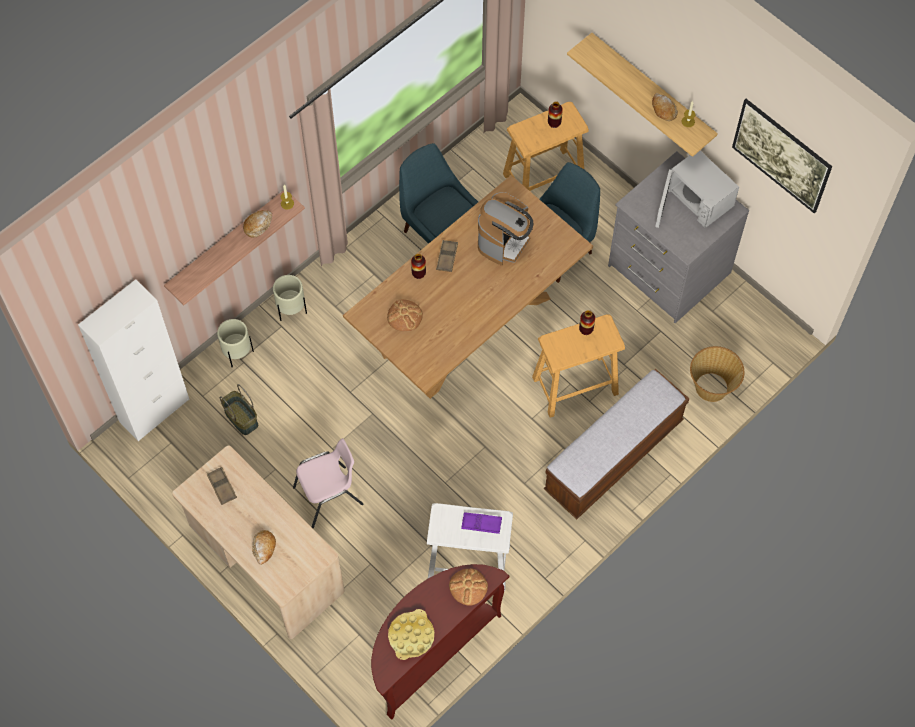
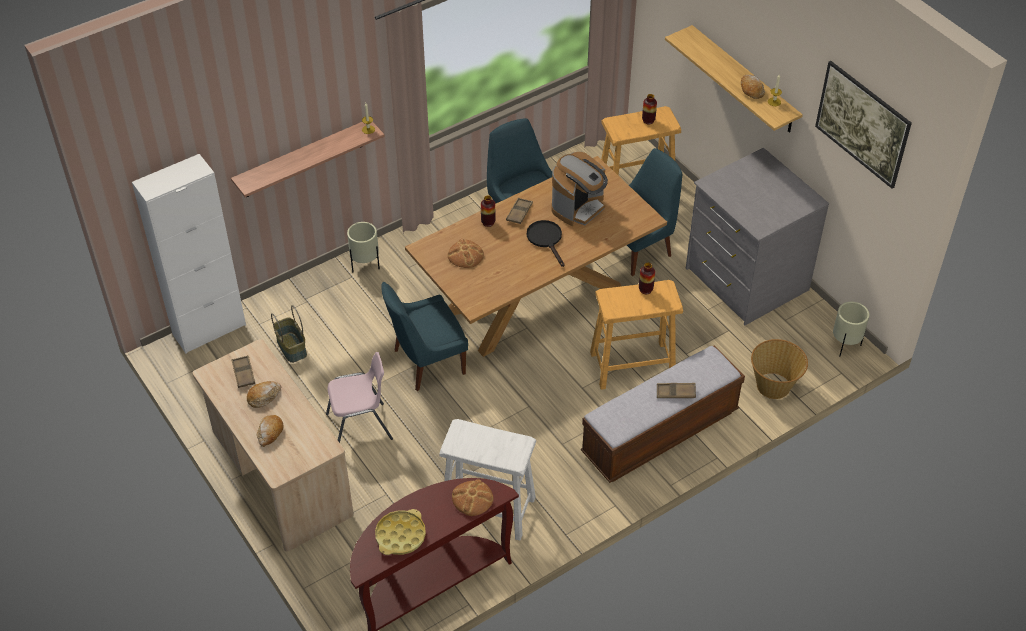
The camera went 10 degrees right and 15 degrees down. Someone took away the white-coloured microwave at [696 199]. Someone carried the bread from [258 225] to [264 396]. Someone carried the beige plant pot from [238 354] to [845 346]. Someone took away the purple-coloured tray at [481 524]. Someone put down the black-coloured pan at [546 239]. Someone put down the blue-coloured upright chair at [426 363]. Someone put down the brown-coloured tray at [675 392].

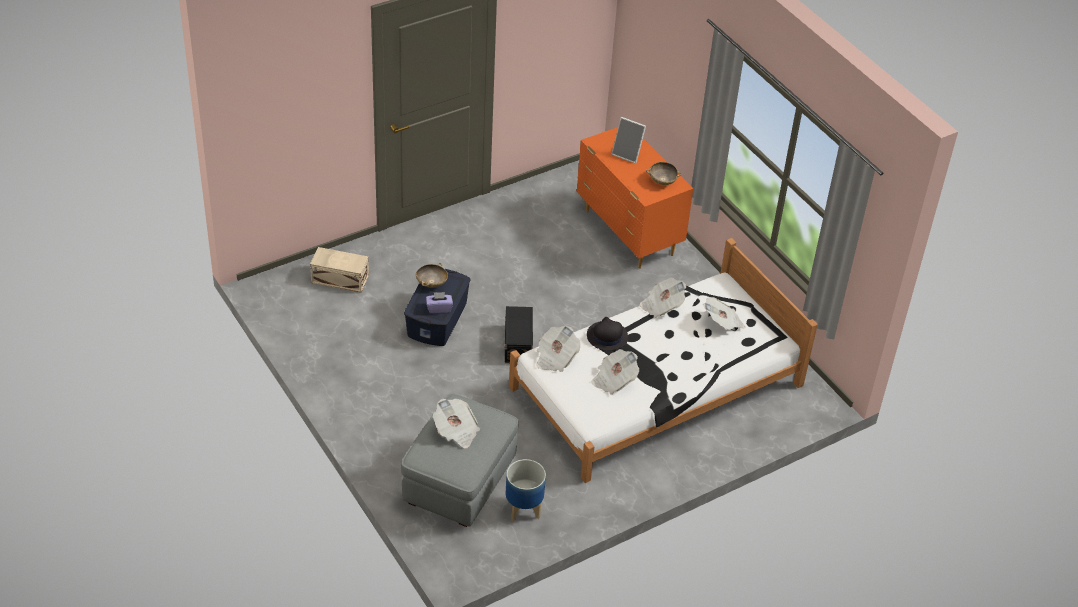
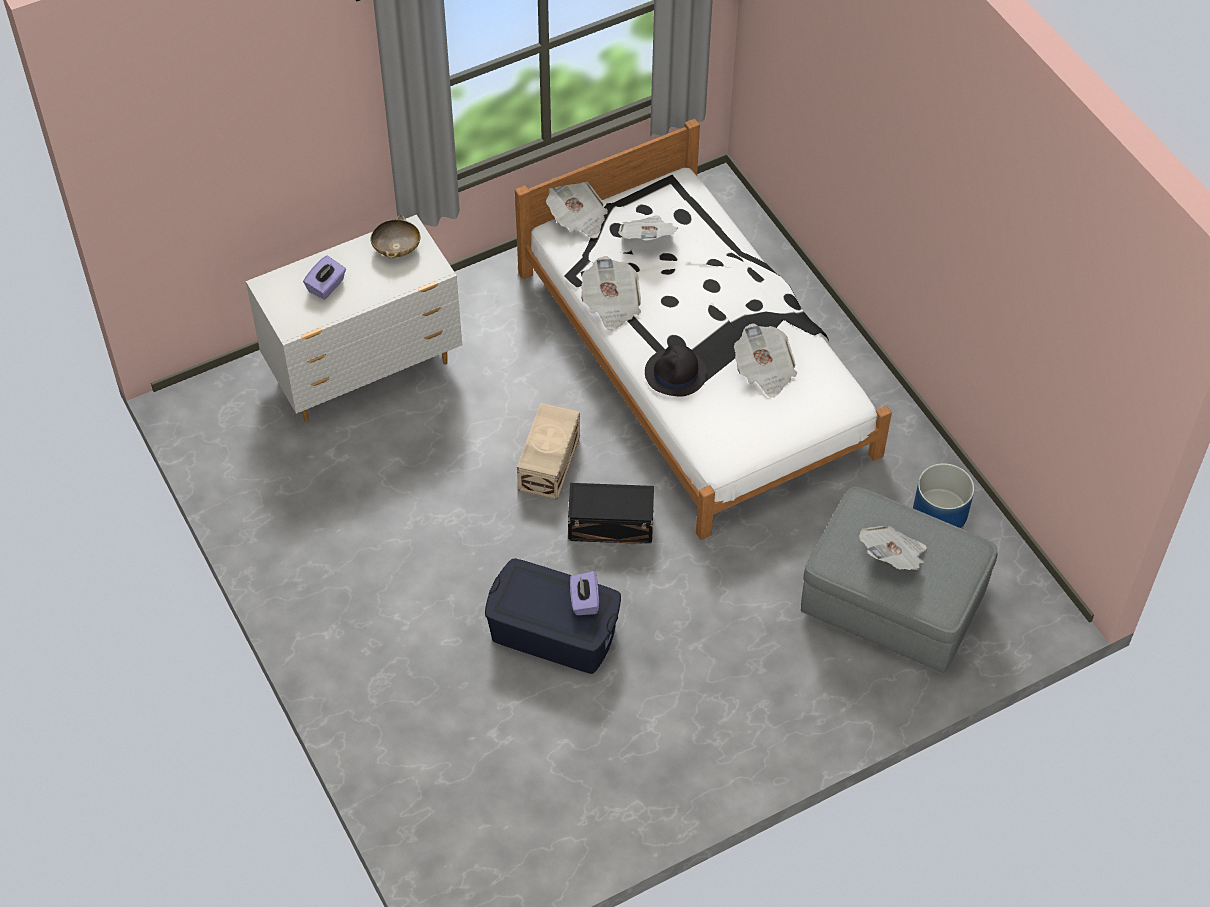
The camera went 85 degrees left and 10 degrees up. Someone swapped the standing frame at [628 154] for the purple-coloured tissue holder at [326 286]. Someone repainted the orange chest of drawers at [628 234], which became the white-coloured chest of drawers at [366 371]. Someone carried the beige storage container from [339 278] to [547 463]. Someone took away the beige serving bowl at [431 283]. Someone carried the daily paper from [555 358] to [577 218].

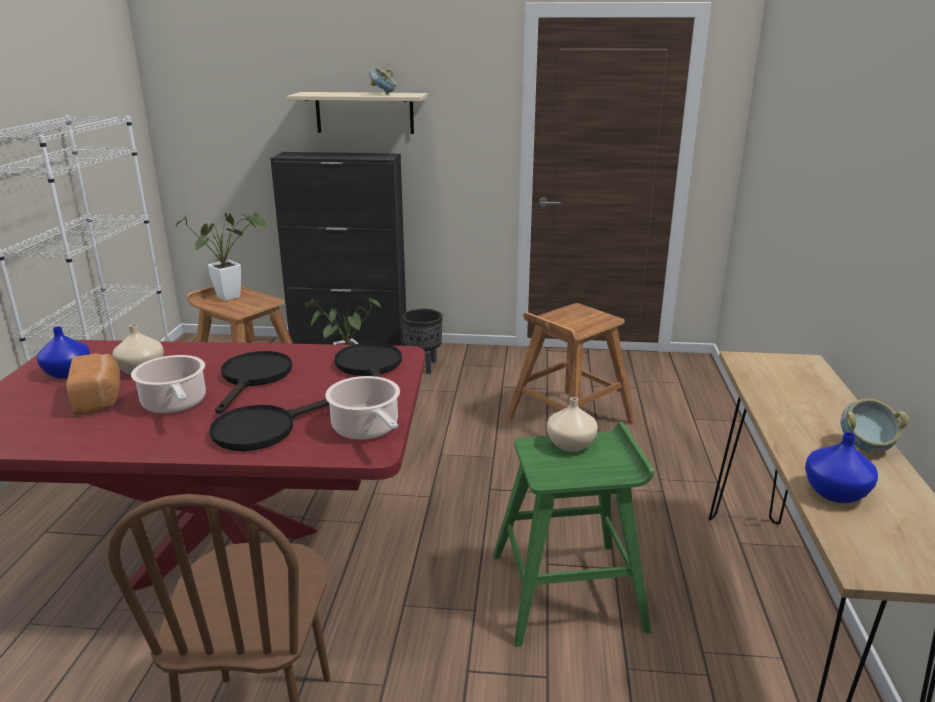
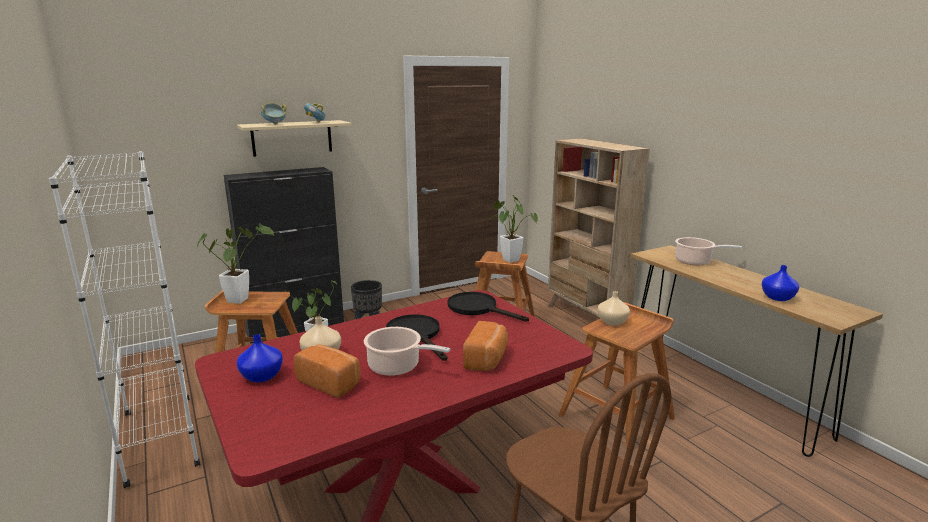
The camera went 35 degrees left and 5 degrees down. Someone carried the saucepot from [367 429] to [695 262]. Someone swapped the black-coloured pan at [264 429] for the bread at [487 359]. Someone carried the serving bowl from [864 448] to [274 124]. Someone repainted the green-coloured stool at [568 591], which became the brown-coloured stool at [617 416]. Someone put down the beige bookshelf at [586 317]. Someone put down the houseplant at [508 259].

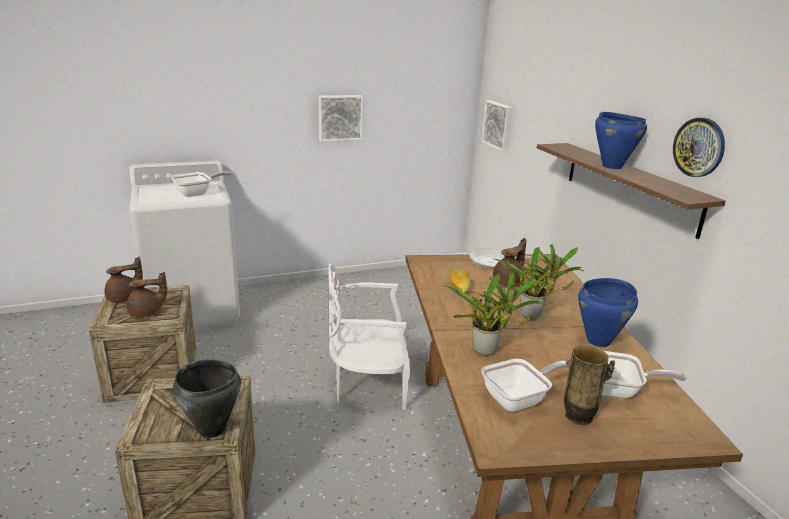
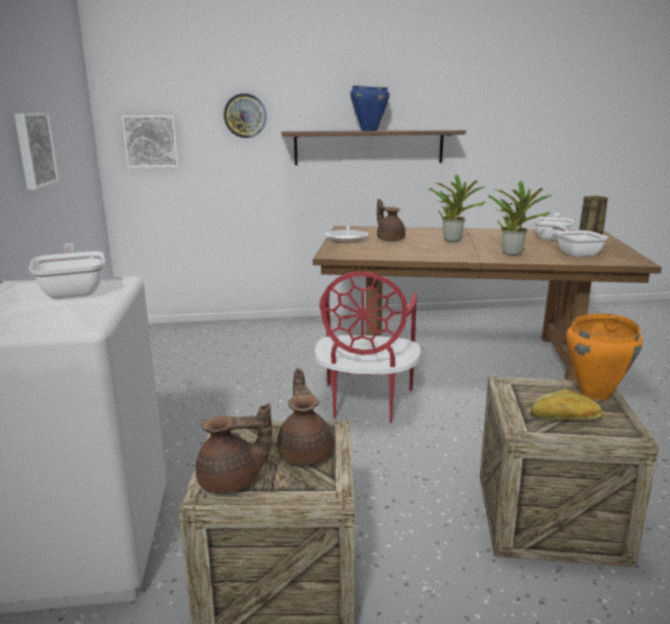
The camera went 75 degrees left and 5 degrees down. Someone carried the wall clock from [699 147] to [245 115]. Someone rotated the brown-coloured tea pot at [124 298] by 105 degrees clockwise. Someone repainted the white-coloured upright chair at [368 385], which became the red upright chair at [365 403]. Someone carried the bread from [458 287] to [565 418]. Someone took away the blue-coloured saucepot at [599 341]. Someone repainted the black-coloured saucepot at [212 430], which became the orange saucepot at [596 393].

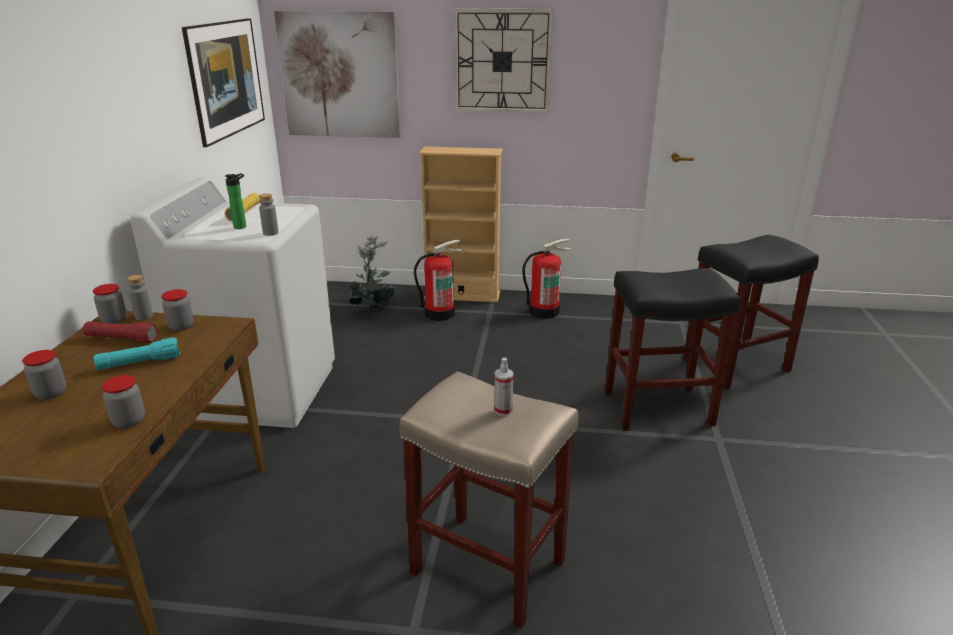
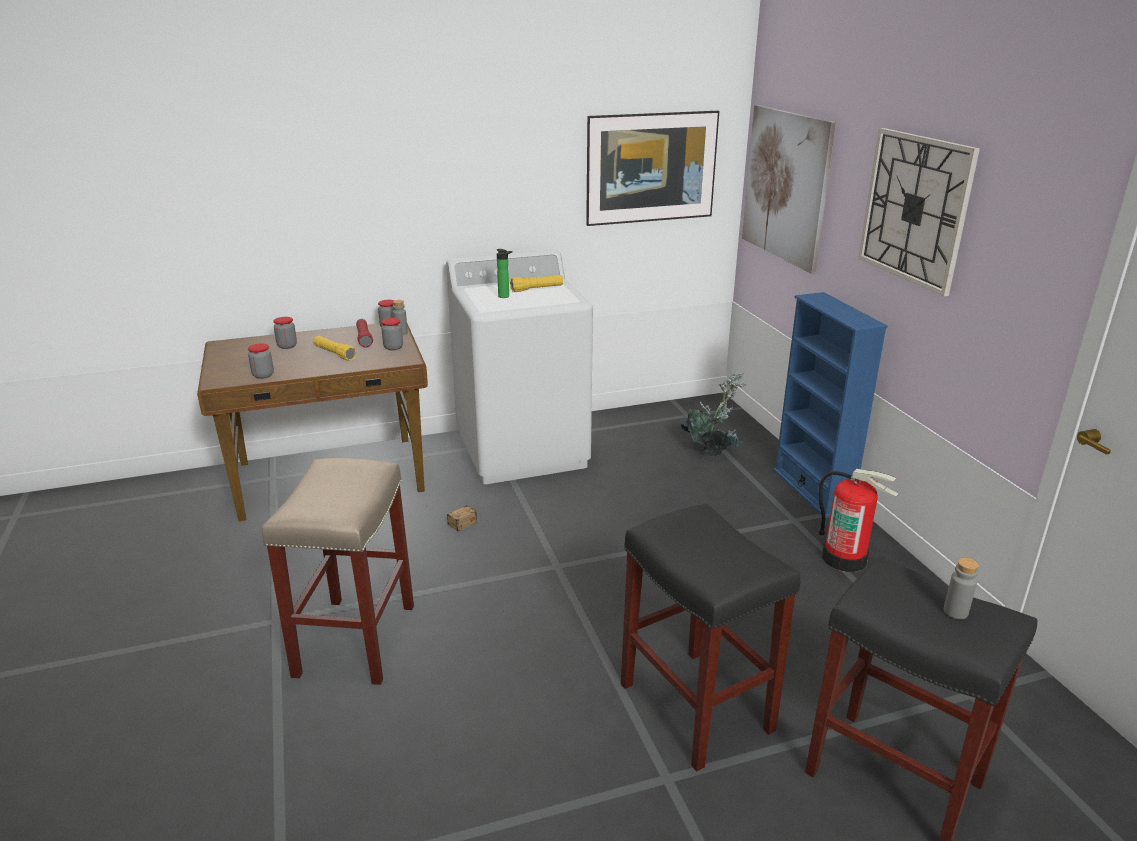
The camera went 65 degrees right and 0 degrees up. Someone repainted the beige bookshelf at [462 295], which became the blue-coloured bookshelf at [812 490]. Someone carried the gray drink bottle from [270 233] to [955 611]. Someone took away the fire extinguisher at [439 313]. Someone repainted the turquoise hand torch at [139 363], which became the yellow hand torch at [334 354]. Someone took away the sprayer at [503 410]. Someone put down the storage container at [449 530].

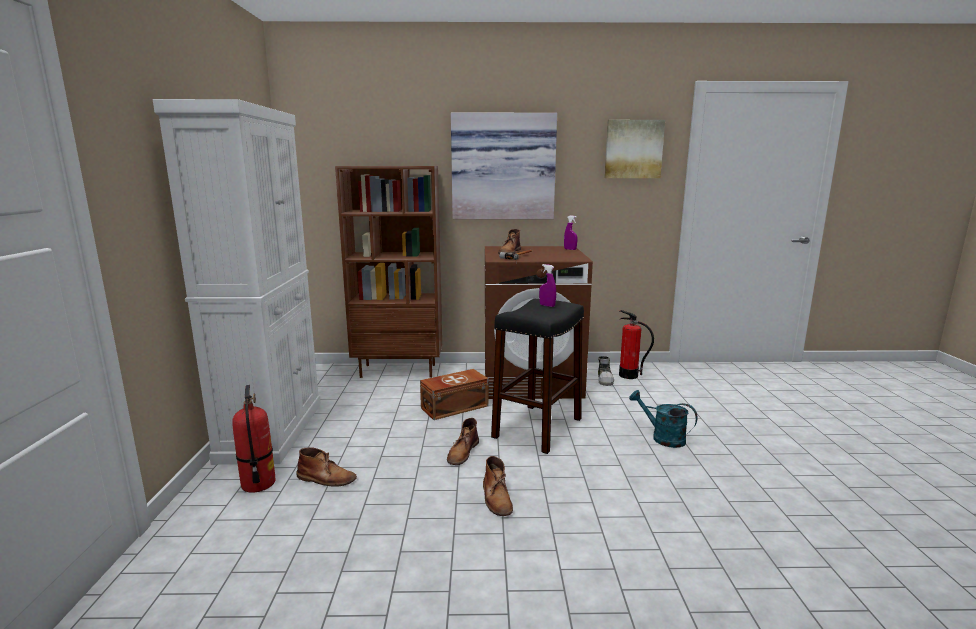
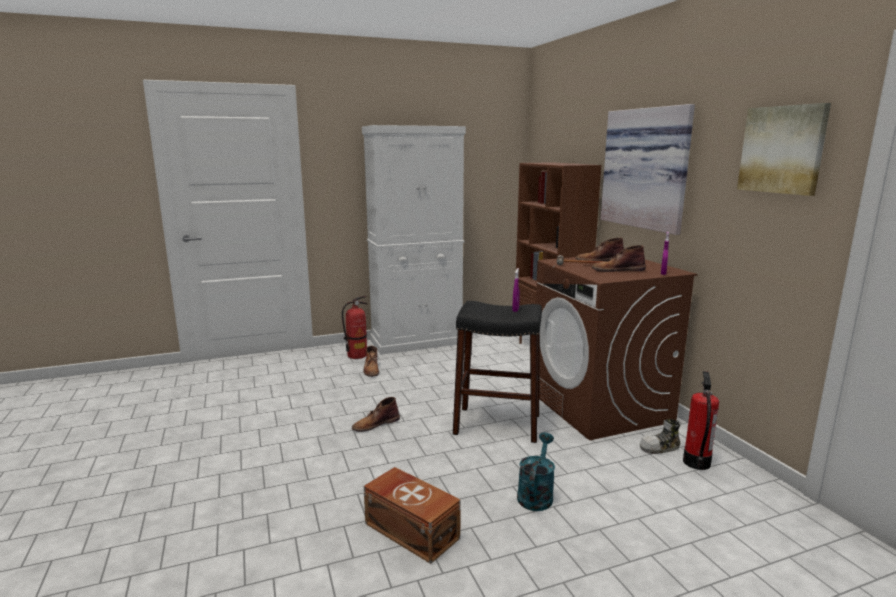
The camera went 70 degrees right and 0 degrees up. Someone carried the brown-coloured storage container from [453 407] to [411 529]. Someone carried the brown-coloured high-top boot from [462 452] to [617 270].

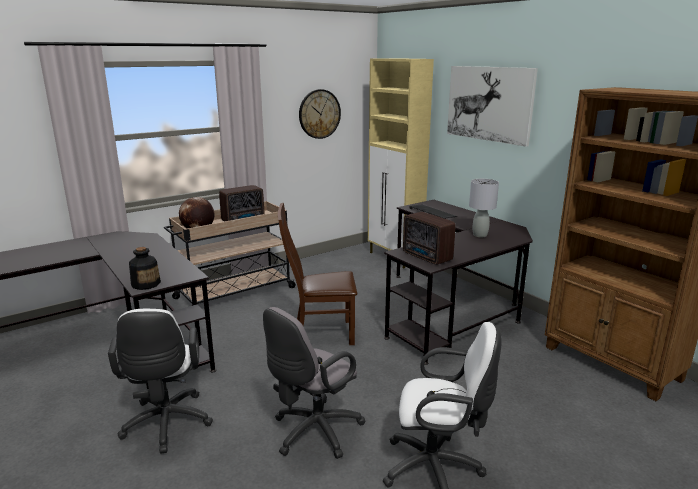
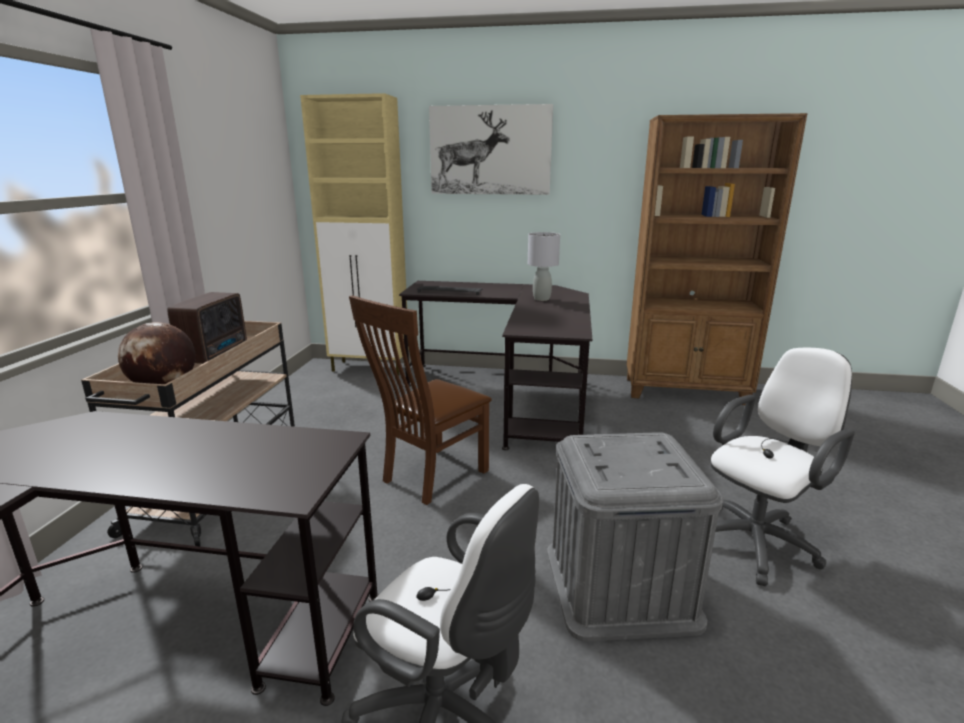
The camera went 45 degrees left and 0 degrees up. Someone took away the wall clock at [319 114]. Someone took away the radio at [427 257]. Someone took away the drink bottle at [146 284]. Someone swapped the gray computer chair at [313 432] for the gray storage container at [620 585].

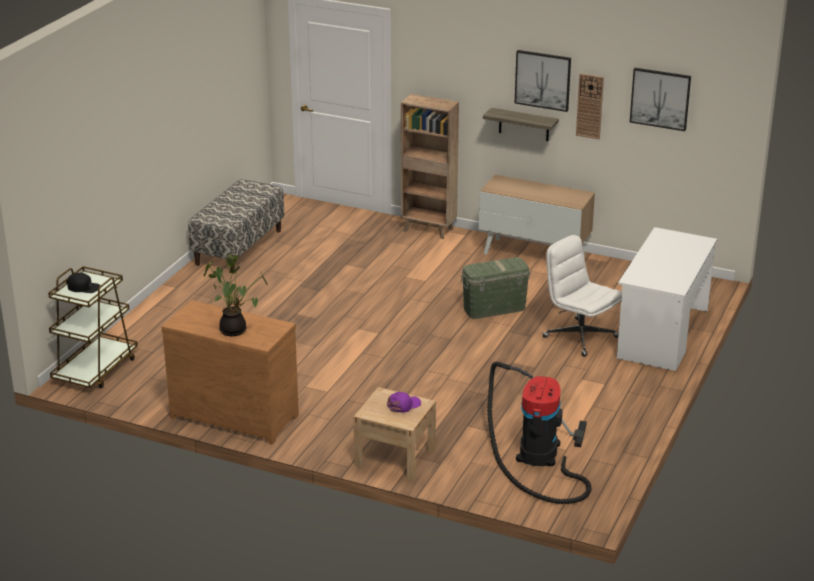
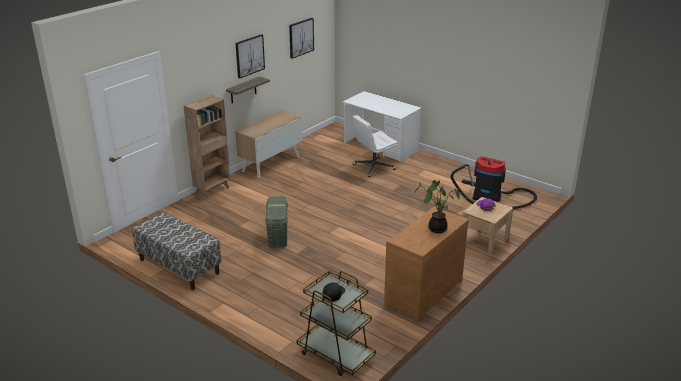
The camera went 75 degrees left and 0 degrees up. Someone took away the wall clock at [590 106]. Someone carried the green-coloured storage container from [494 308] to [277 236].

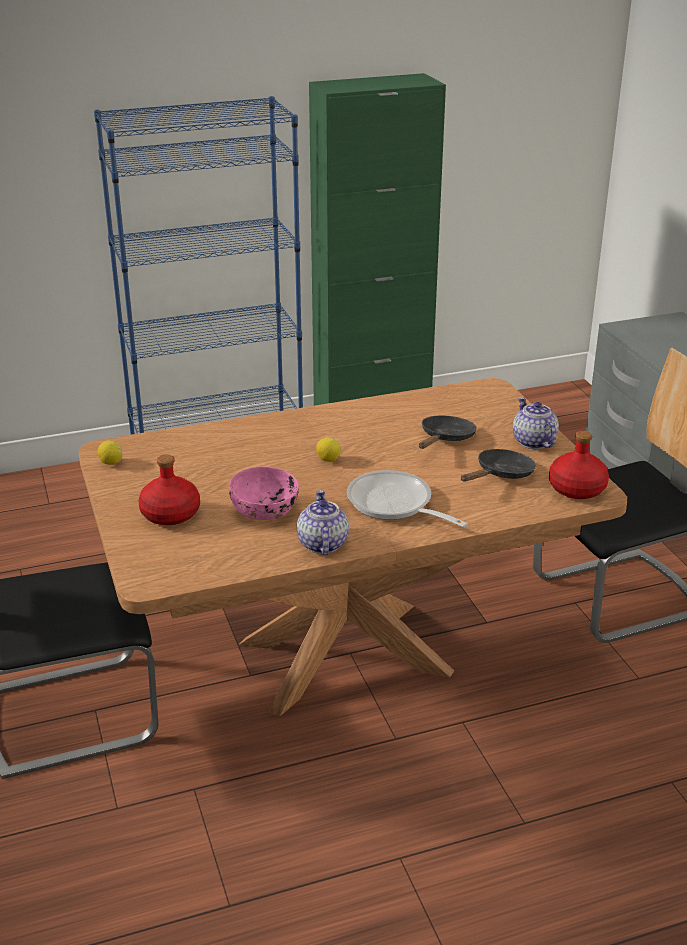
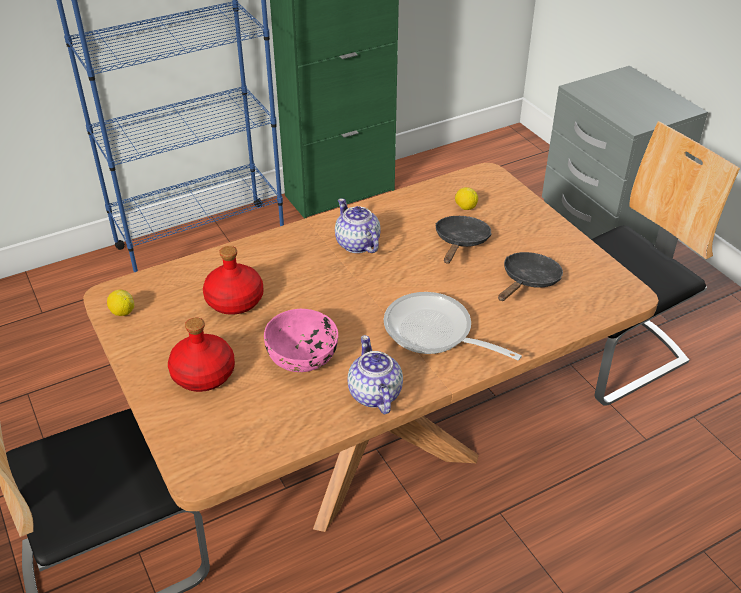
The camera went 10 degrees left and 10 degrees up. Someone carried the tea pot from [533 441] to [356 244]. Someone carried the red drink bottle from [576 489] to [234 301]. Someone carried the lemon from [328 459] to [465 208].

